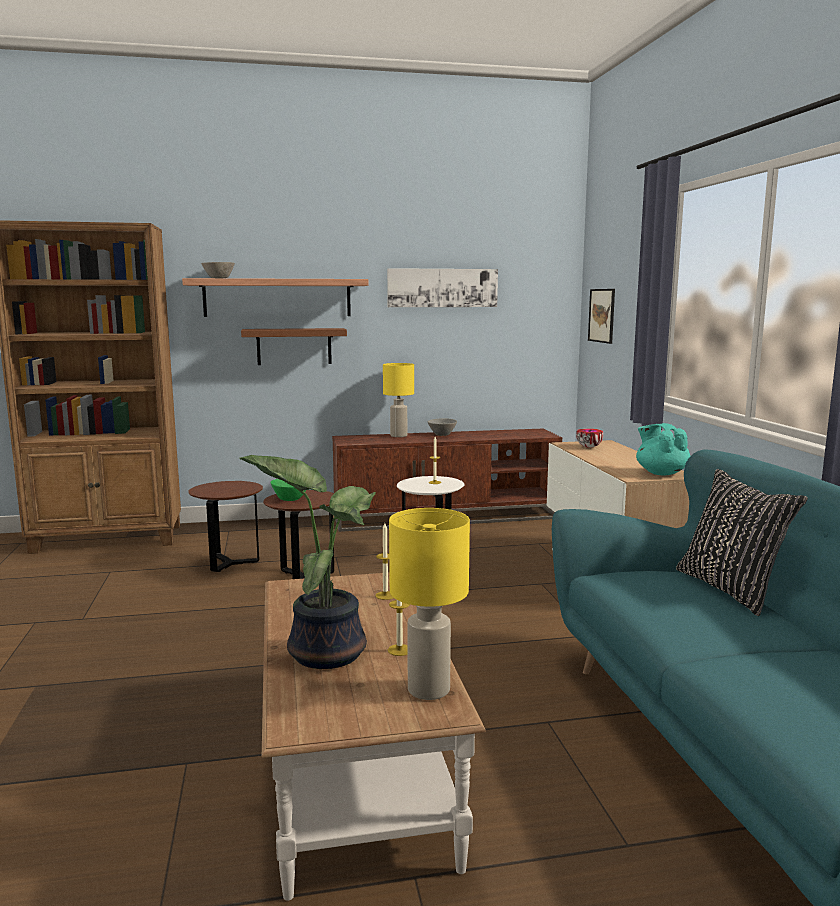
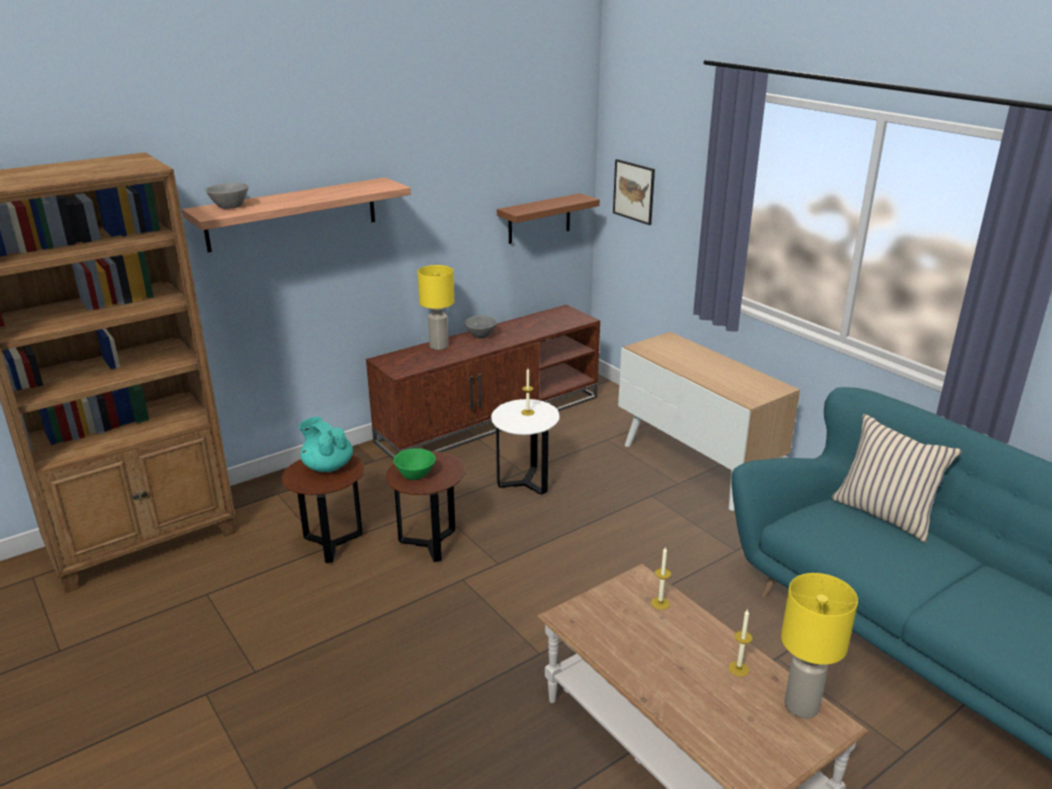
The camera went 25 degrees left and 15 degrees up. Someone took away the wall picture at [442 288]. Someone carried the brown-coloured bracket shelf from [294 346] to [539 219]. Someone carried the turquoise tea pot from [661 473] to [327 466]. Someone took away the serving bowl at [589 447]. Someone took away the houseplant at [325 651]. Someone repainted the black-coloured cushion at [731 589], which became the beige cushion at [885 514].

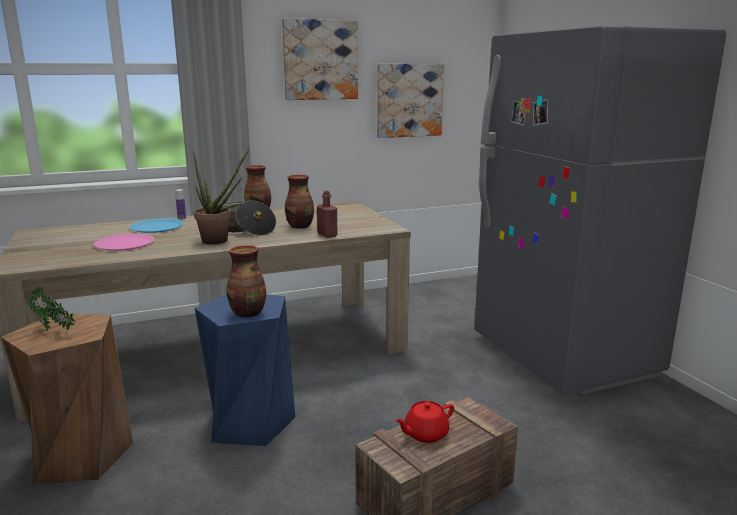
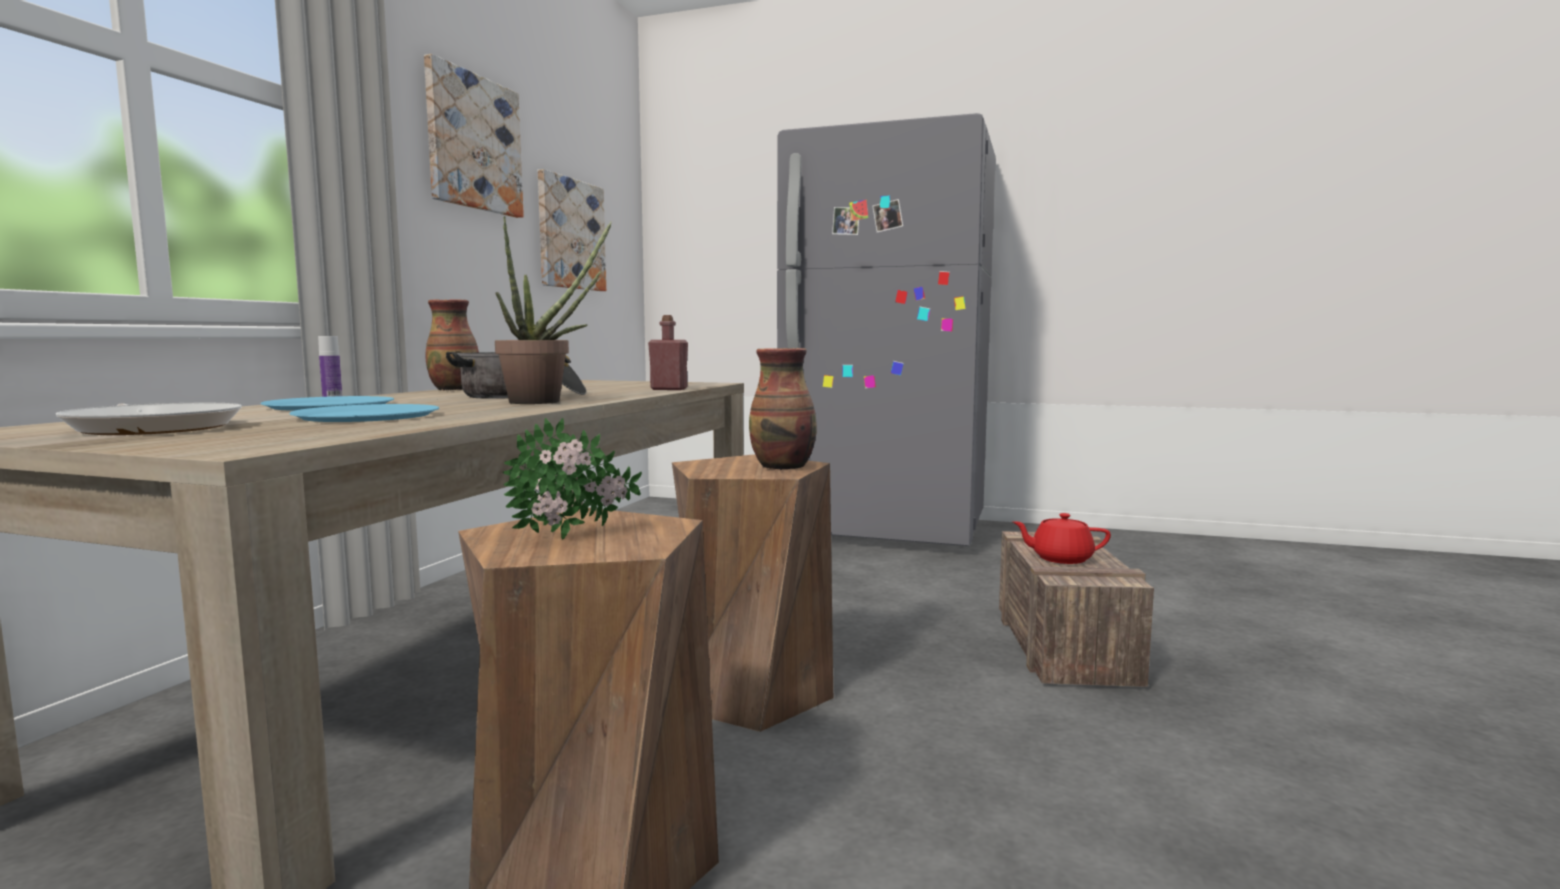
The camera went 50 degrees left and 10 degrees down. Someone took away the flower vase at [300 226]. Someone repainted the pinkish dinner plate at [124 243], which became the blue-coloured dinner plate at [367 416]. Someone repainted the blue-coloured stool at [250 422], which became the brown-coloured stool at [750 691]. Someone rotated the red tea pot at [425 434] by 90 degrees clockwise. Someone put down the pan at [154 428].

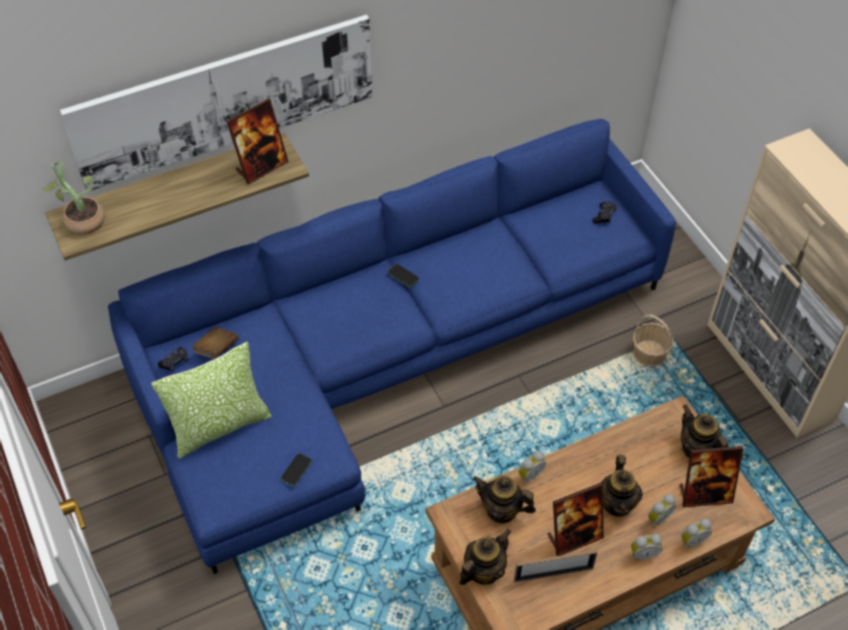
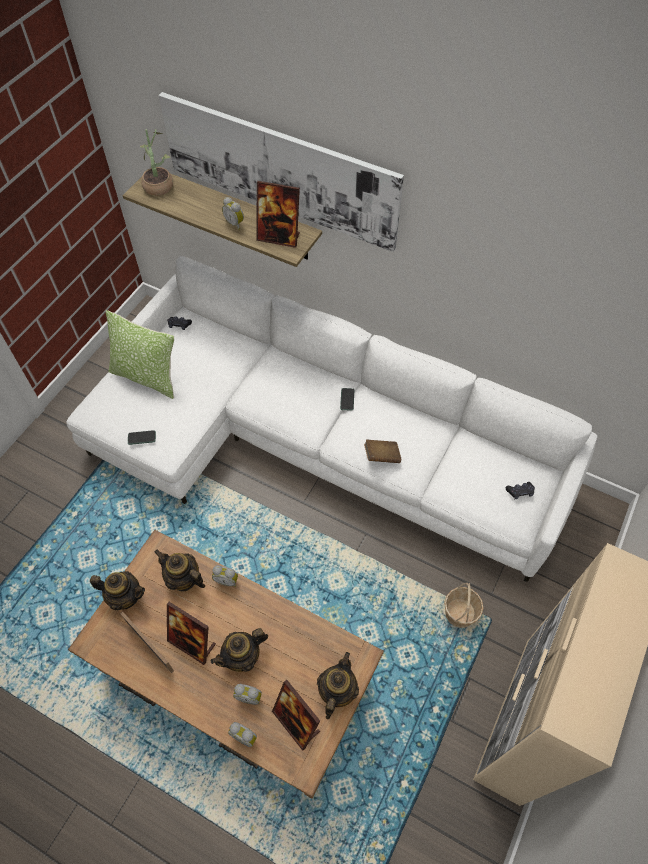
The camera went 55 degrees right and 5 degrees up. Someone repainted the blue-coloured sofa at [383 358], which became the white-coloured sofa at [313 443]. Someone carried the brown-coloured bound book from [216 349] to [382 456]. Someone rotated the tea pot at [501 510] by 45 degrees counterclockwise. Someone carried the table clock from [643 553] to [235 223].

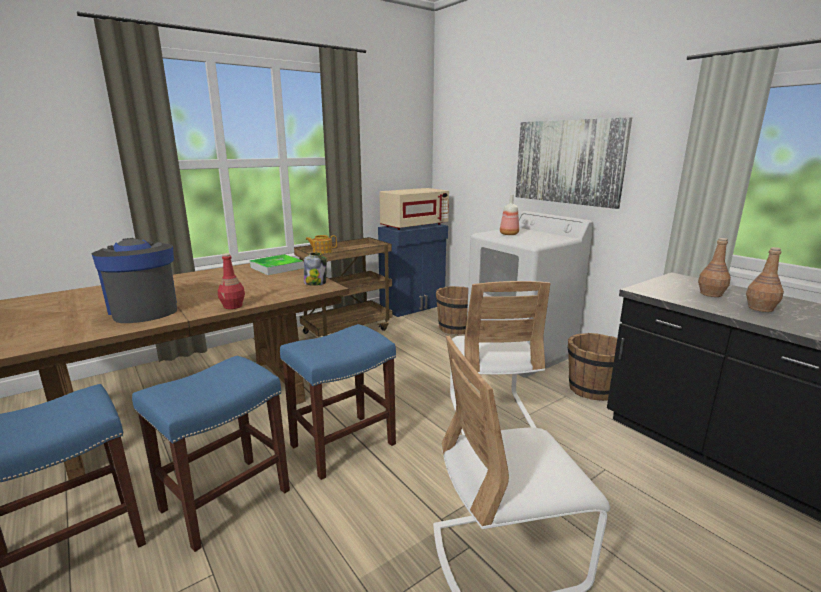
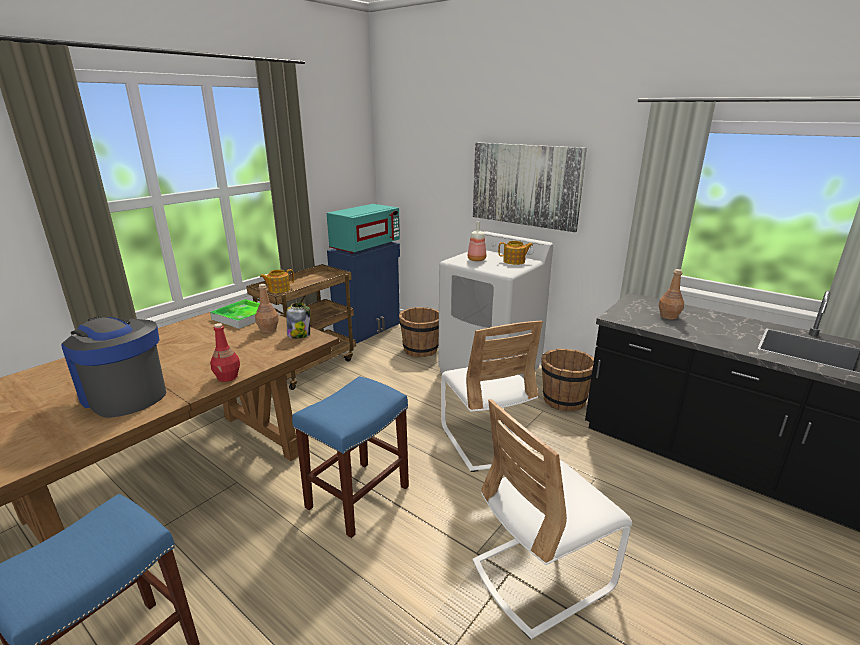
The camera went 15 degrees left and 5 degrees up. Someone repainted the beige microwave at [414 226], which became the turquoise microwave at [365 246]. Someone carried the brown-coloured drink bottle from [760 308] to [268 329]. Someone took away the blue-coloured stool at [224 501]. Someone put down the tea pot at [514 261].

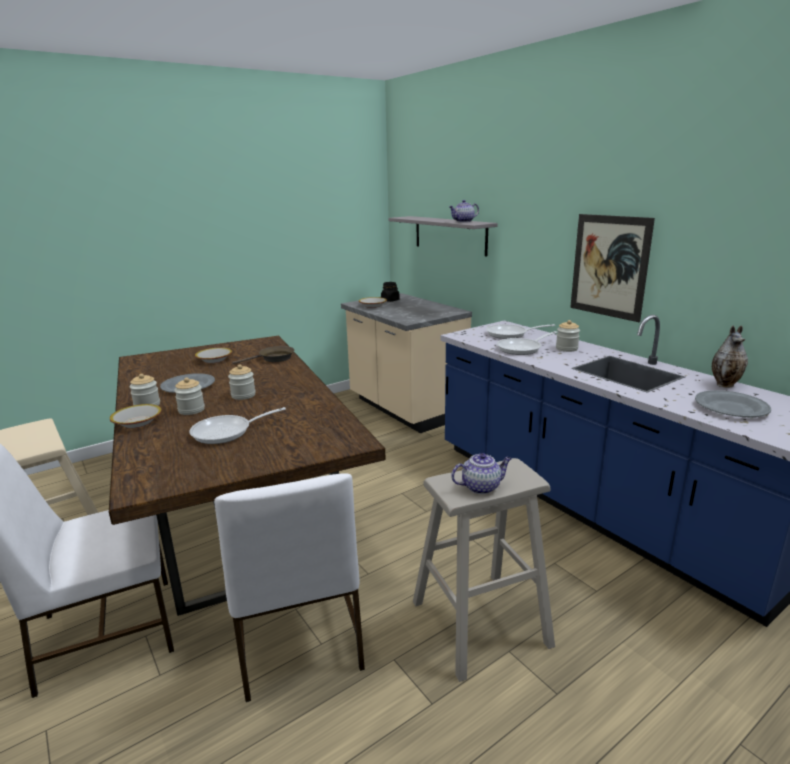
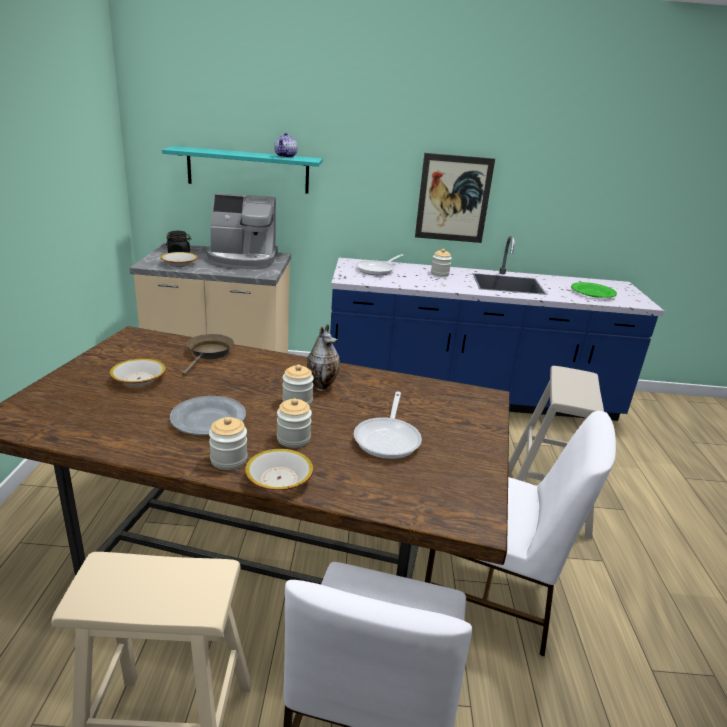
The camera went 55 degrees left and 5 degrees up. Someone repainted the gray bracket shelf at [450 235], which became the turquoise bracket shelf at [248 170]. Someone carried the flower vase from [725 384] to [322 386]. Someone took away the pan at [522 348]. Someone repainted the gray dinner plate at [731 408], which became the green-coloured dinner plate at [593 293]. Someone took away the tea pot at [481 487]. Someone put down the coffee machine at [243 259].

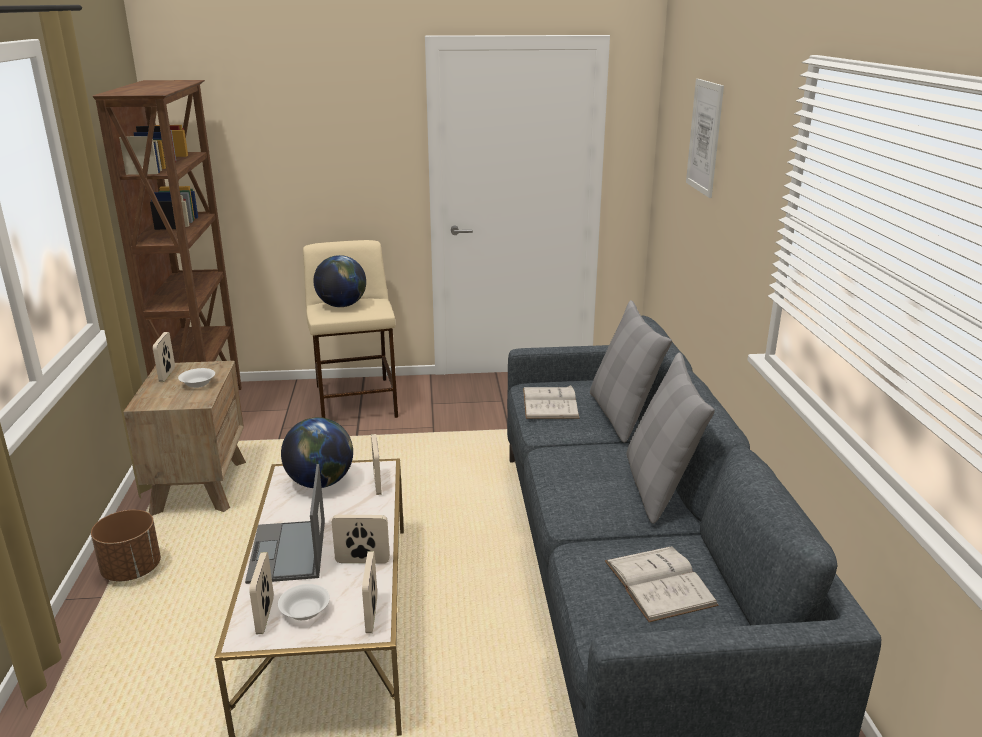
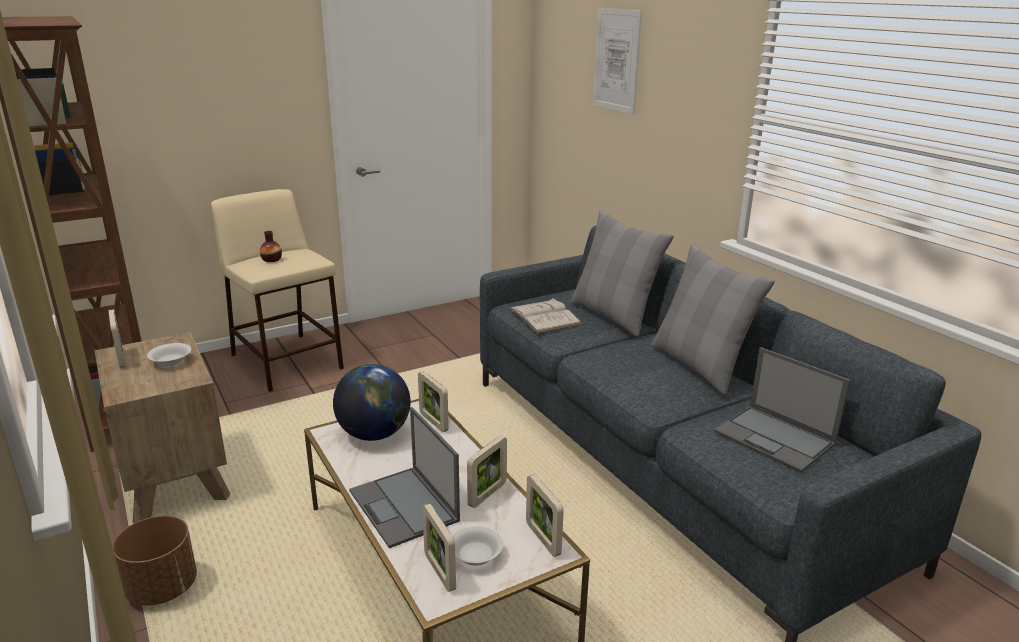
The camera went 25 degrees left and 0 degrees up. Someone swapped the world globe at [342 305] for the flower vase at [271 260]. Someone rotated the standing frame at [362 561] by 150 degrees clockwise. Someone swapped the white-coloured bound book at [659 582] for the portable computer at [775 438].

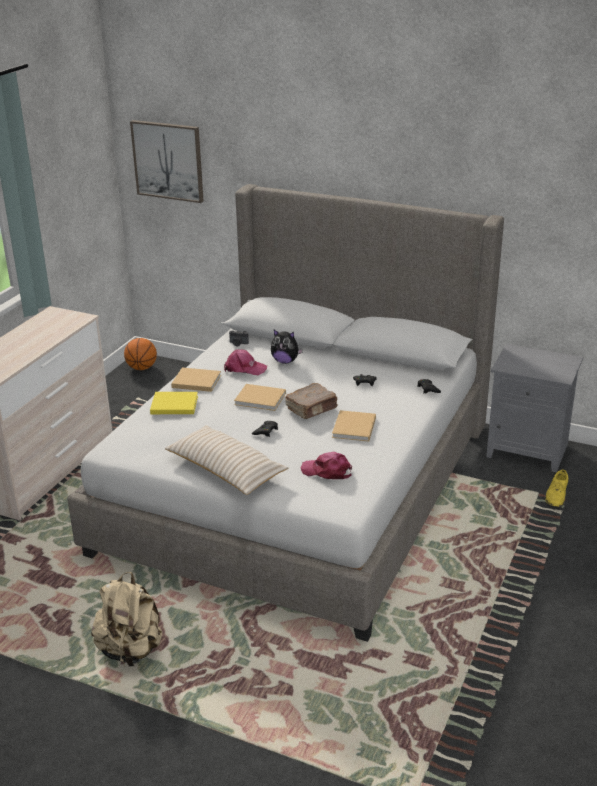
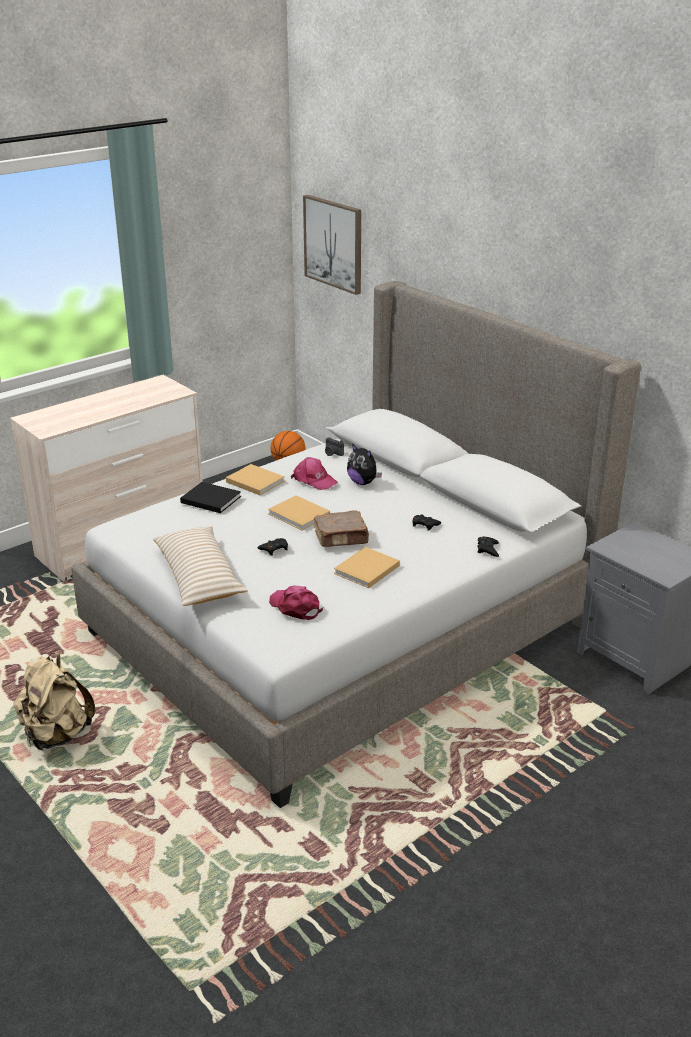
The camera went 25 degrees right and 0 degrees up. Someone repainted the yellow bound book at [172 405], which became the black-coloured bound book at [209 499]. Someone took away the yellow item of footwear at [557 495].

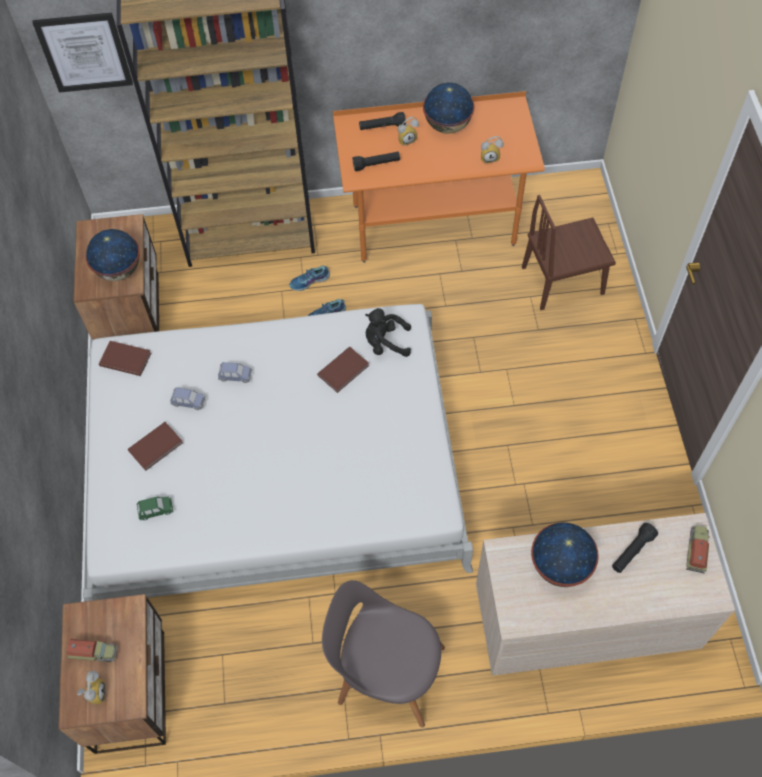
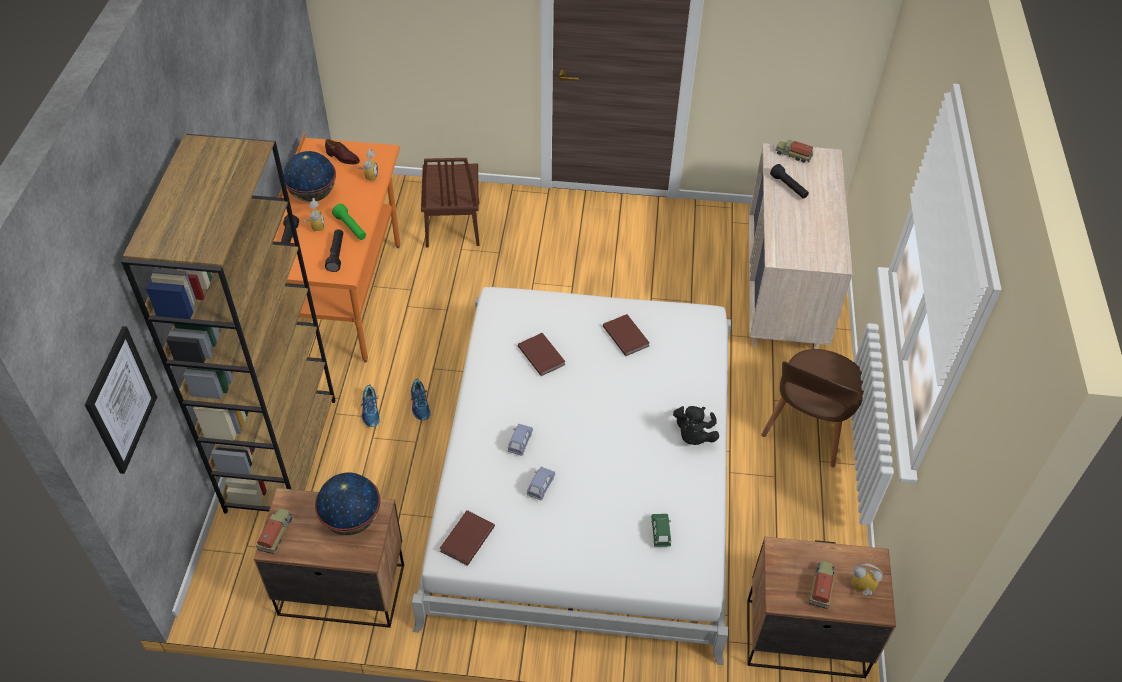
The camera went 80 degrees left and 10 degrees down. Someone carried the black-coloured plush toy from [386 343] to [693 435]. Someone carried the brown-coloured bound book from [157 447] to [626 335]. Someone took away the world globe at [560 565]. Someone repainted the gray upright chair at [386 672], which became the brown-coloured upright chair at [808 427]. Someone put down the brown-coloured item of footwear at [342 158]. Someone put down the green-coloured hand torch at [351 228]. Someone put down the model truck at [276 533].

